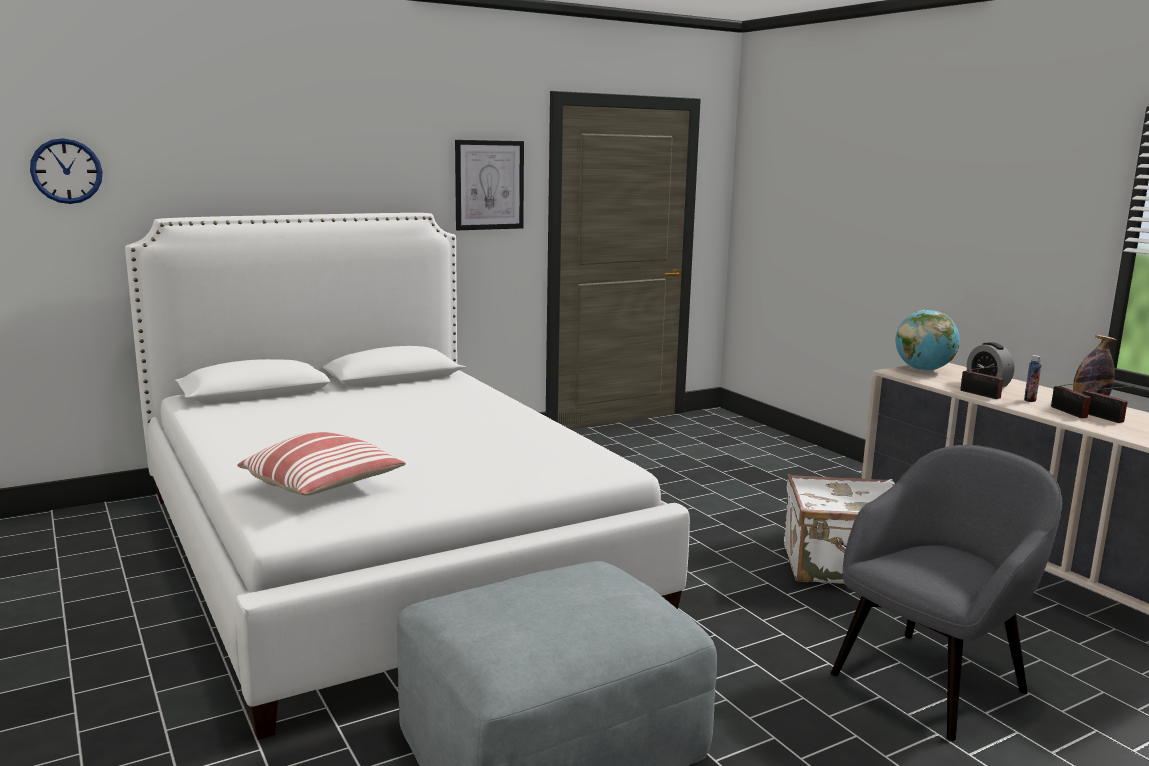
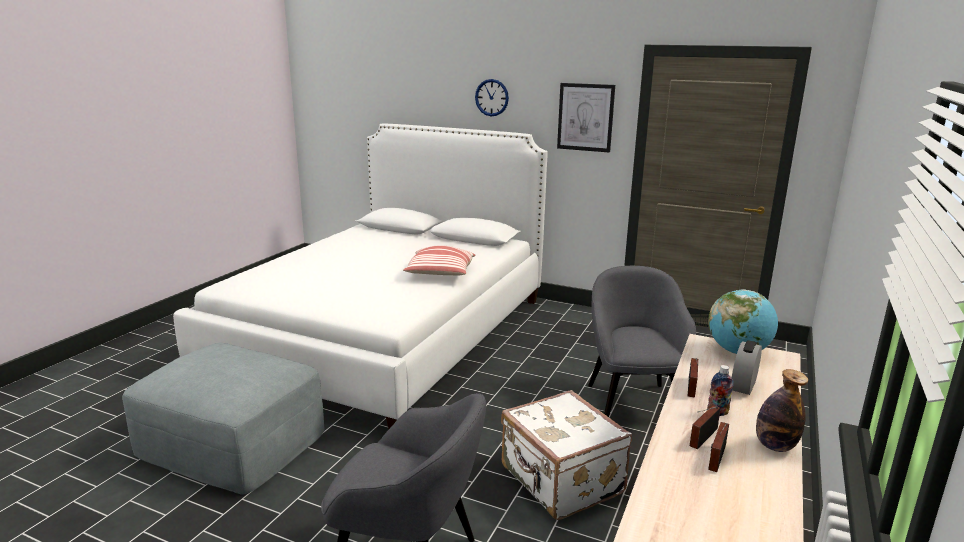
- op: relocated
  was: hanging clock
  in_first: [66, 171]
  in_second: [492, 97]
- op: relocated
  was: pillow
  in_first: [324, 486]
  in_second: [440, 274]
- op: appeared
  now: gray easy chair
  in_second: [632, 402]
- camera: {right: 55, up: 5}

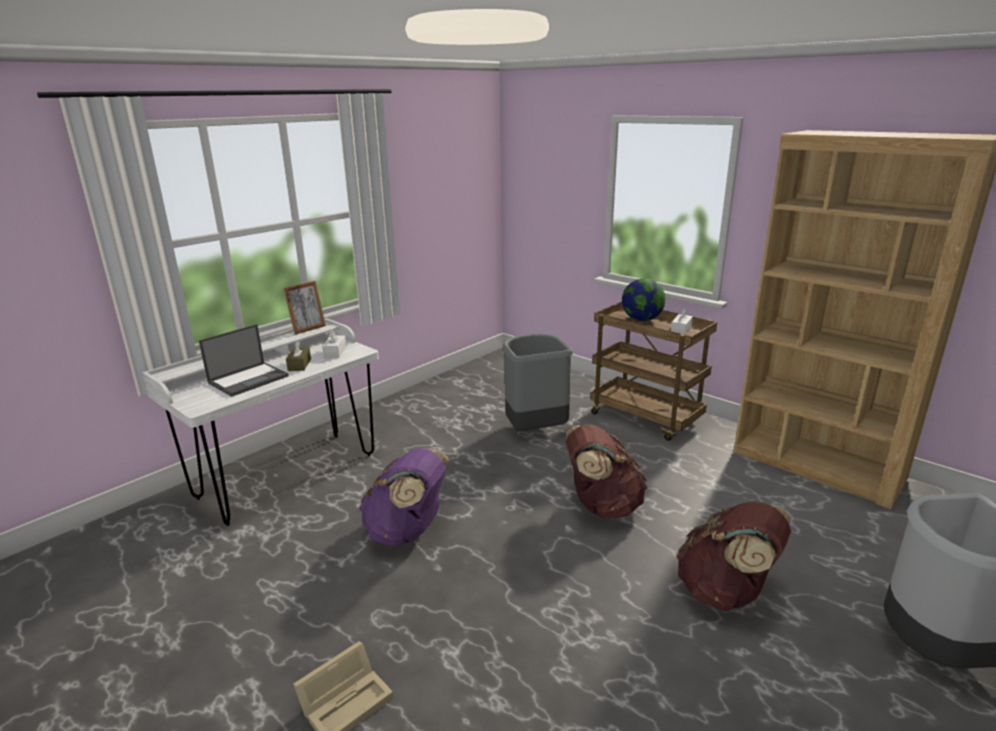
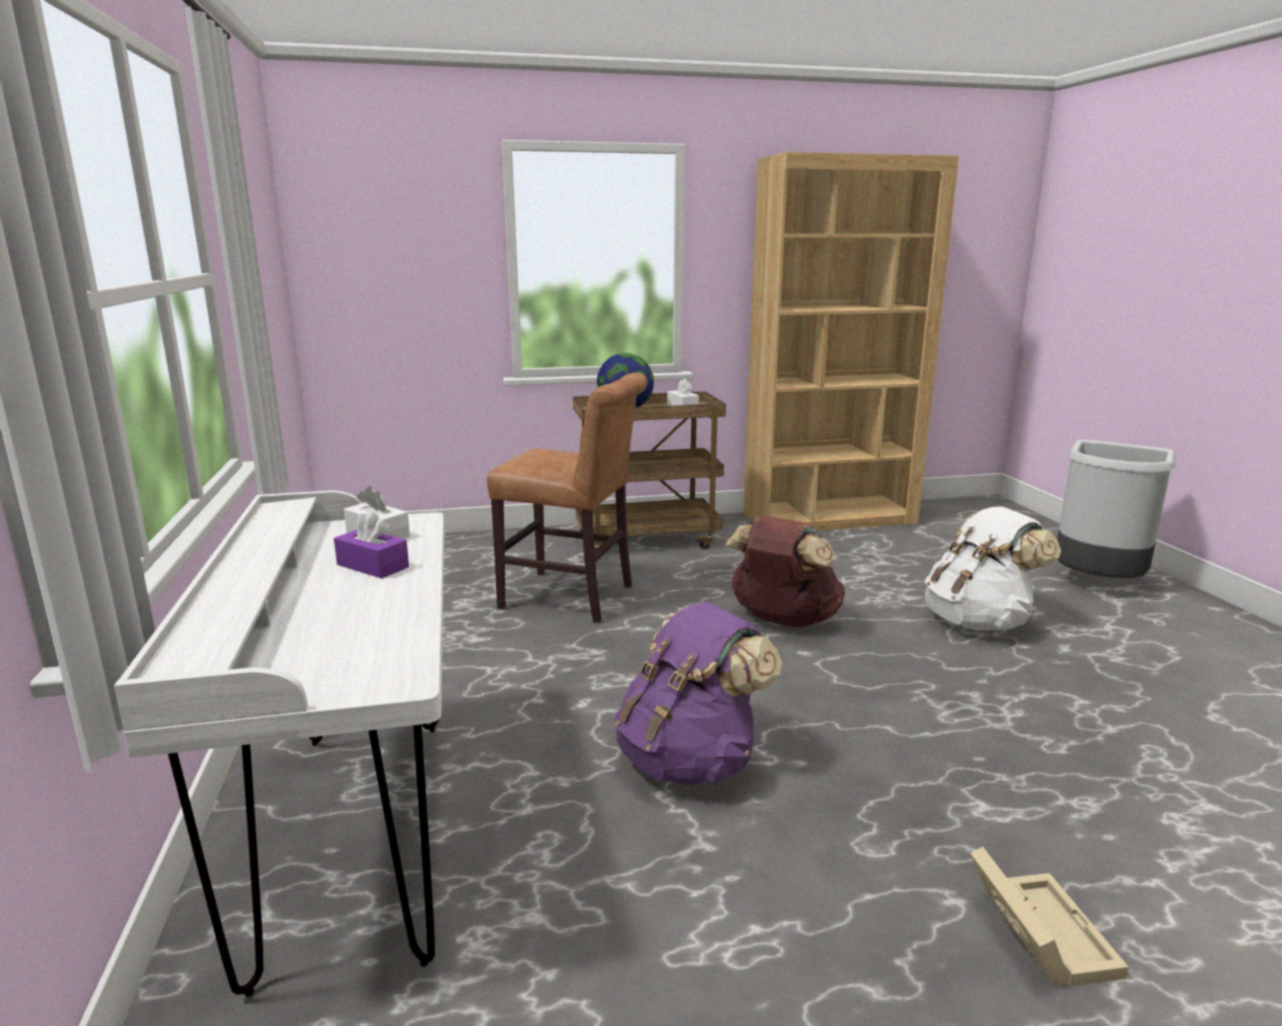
- op: missing
  was: portable computer
  in_first: [249, 379]
- op: missing
  was: photo frame
  in_first: [308, 329]
- op: colour
  was: brown-coloured tissue box
  now: purple-coloured tissue box
  in_first: [299, 365]
  in_second: [373, 566]
- op: exchanged
  was: gray waste bin
  now: brown-coloured upright chair
  in_first: [534, 430]
  in_second: [574, 598]
- op: colour
  was: brown-coloured backpack
  now: white backpack
  in_first: [726, 592]
  in_second: [978, 621]
- camera: {right: -55, up: -5}

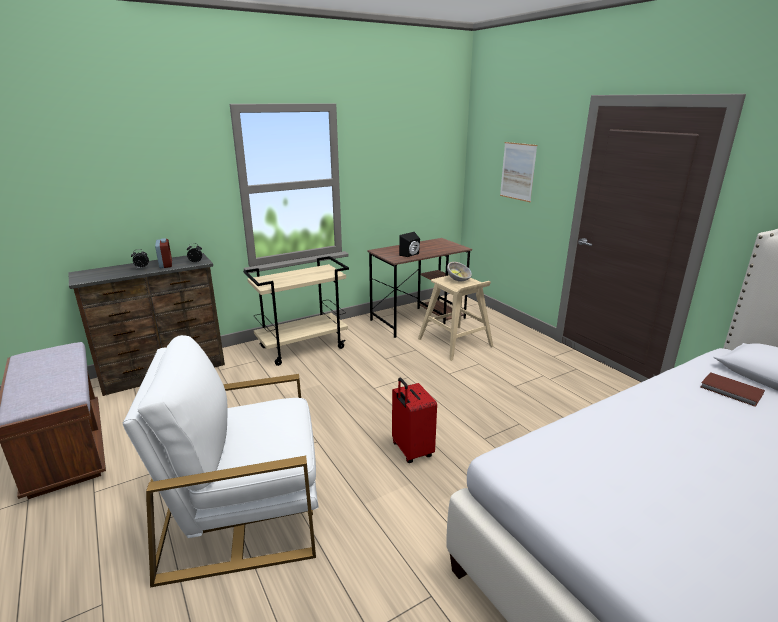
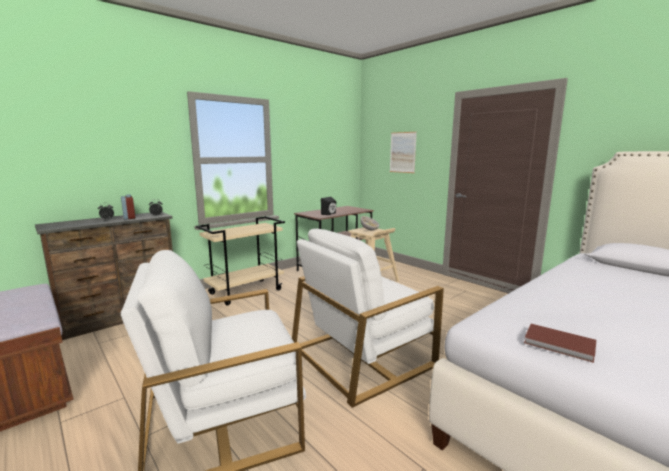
- op: exchanged
  was: red suitcase
  now: white easy chair
  in_first: [411, 451]
  in_second: [362, 355]
- op: relocated
  was: brown-coloured bound book
  in_first: [731, 391]
  in_second: [560, 345]
- camera: {right: -10, up: -10}

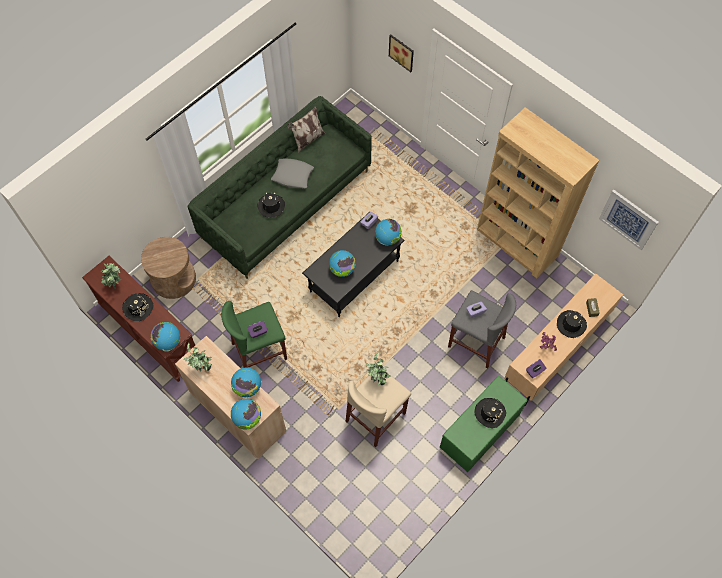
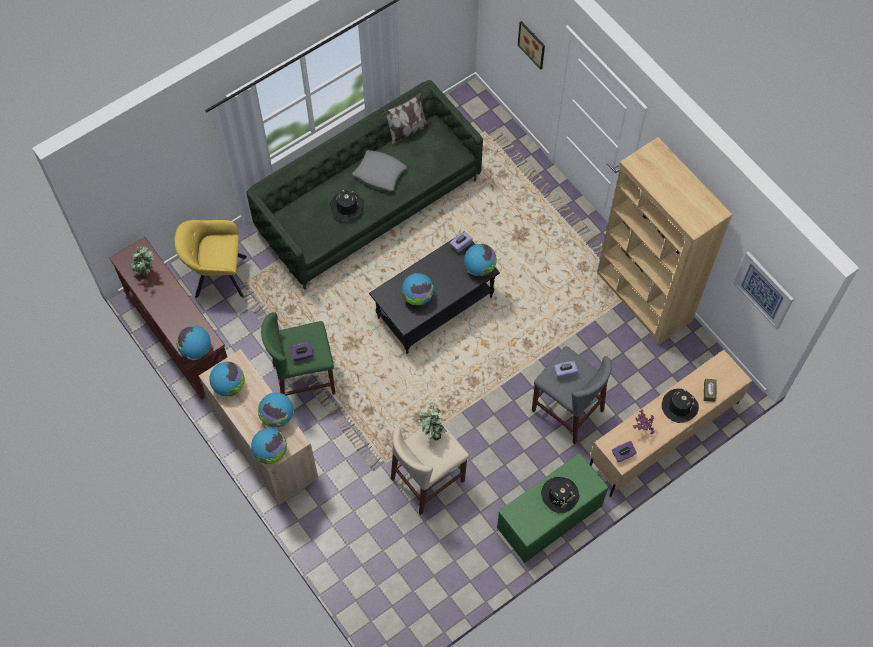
- op: missing
  was: black-coloured clothing hat
  in_first: [138, 307]
- op: exchanged
  was: brown-coloured accent table
  now: yellow easy chair
  in_first: [173, 278]
  in_second: [217, 275]
- op: exchanged
  was: plant in a pot
  now: globe
  in_first: [202, 368]
  in_second: [229, 386]
- camera: {right: 10, up: 0}

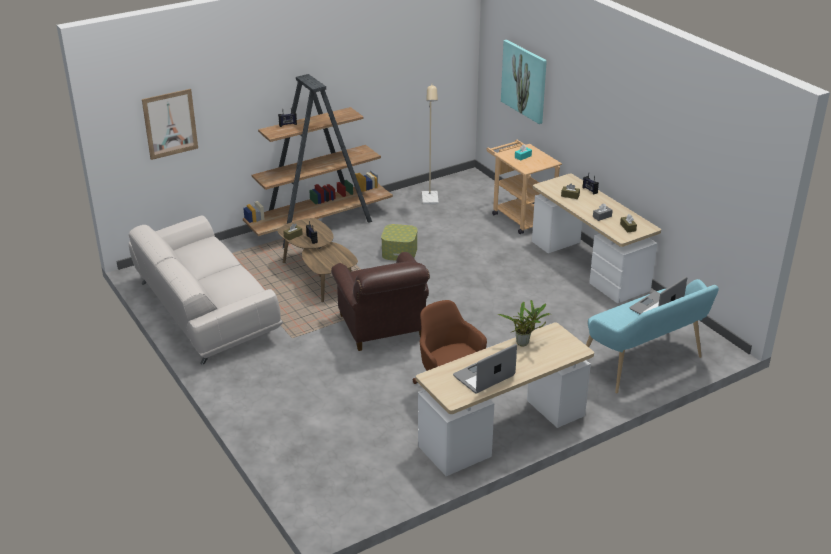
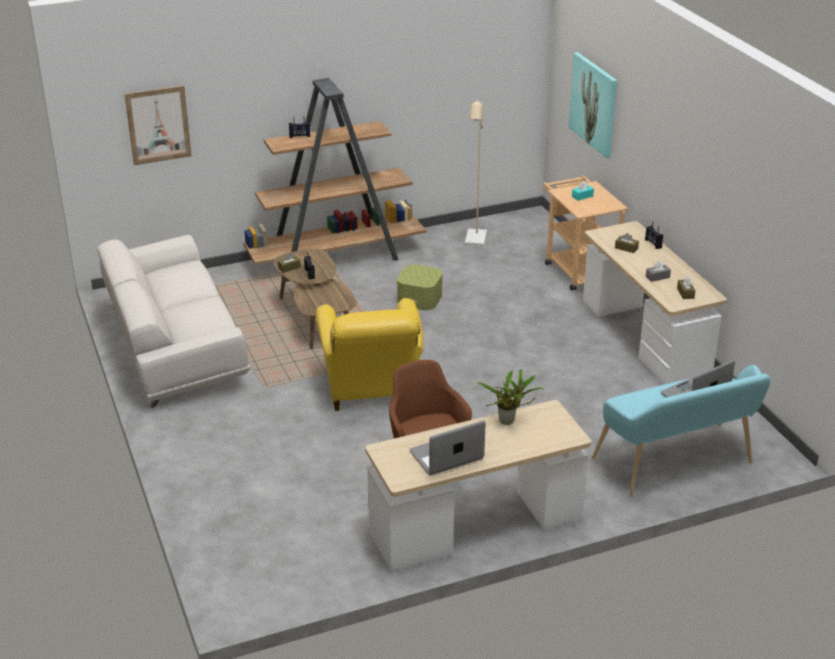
- op: colour
  was: brown-coloured easy chair
  now: yellow easy chair
  in_first: [383, 329]
  in_second: [372, 388]
- camera: {right: 10, up: 0}

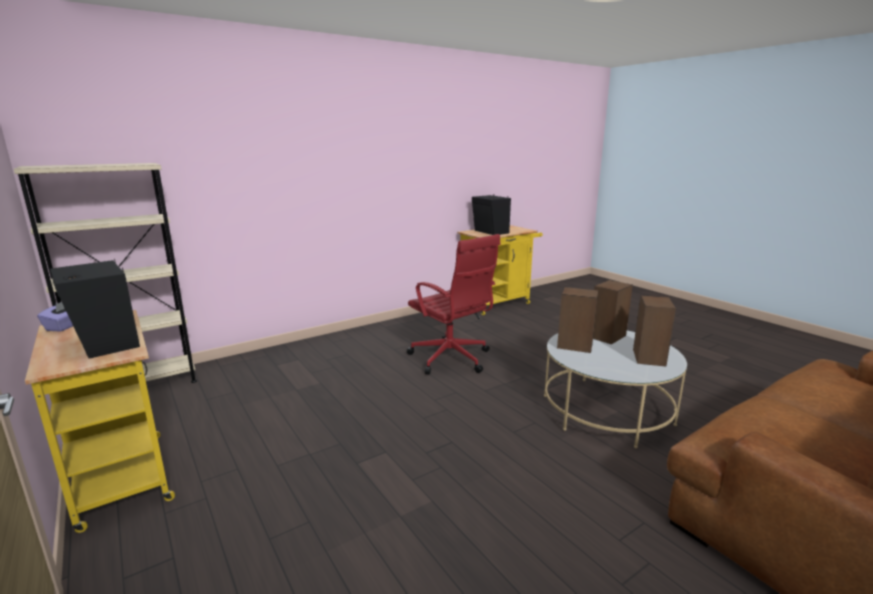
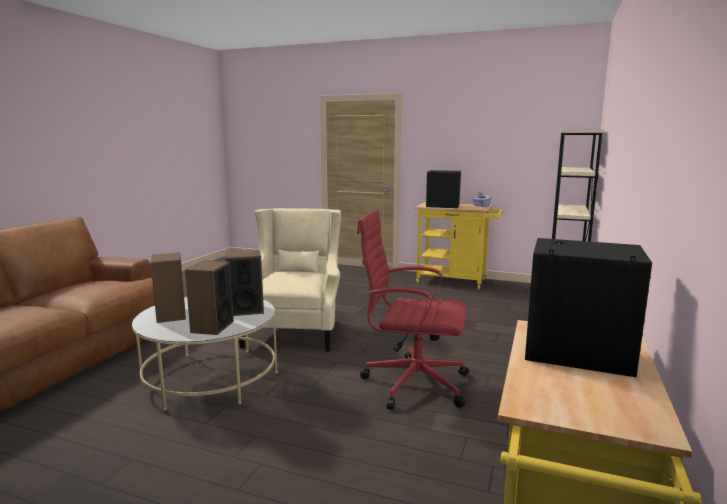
- op: appeared
  now: beige easy chair
  in_second: [296, 329]
- camera: {right: 145, up: -5}

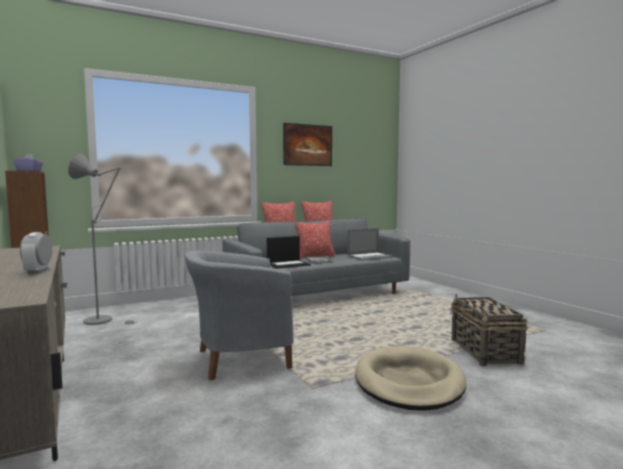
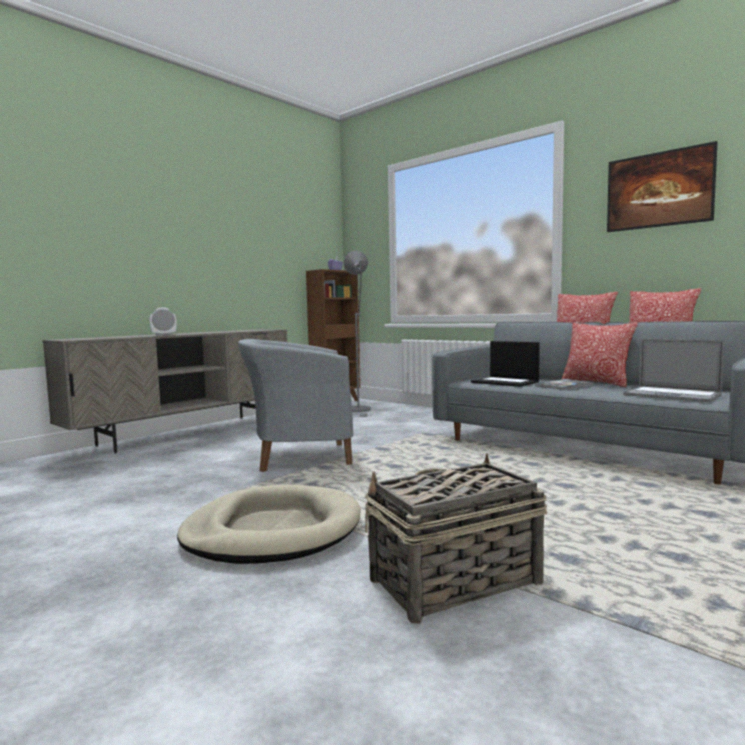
- op: spun
  was: gray easy chair
  in_first: [238, 359]
  in_second: [299, 457]
  clockwise: -60
- camera: {right: 70, up: 0}

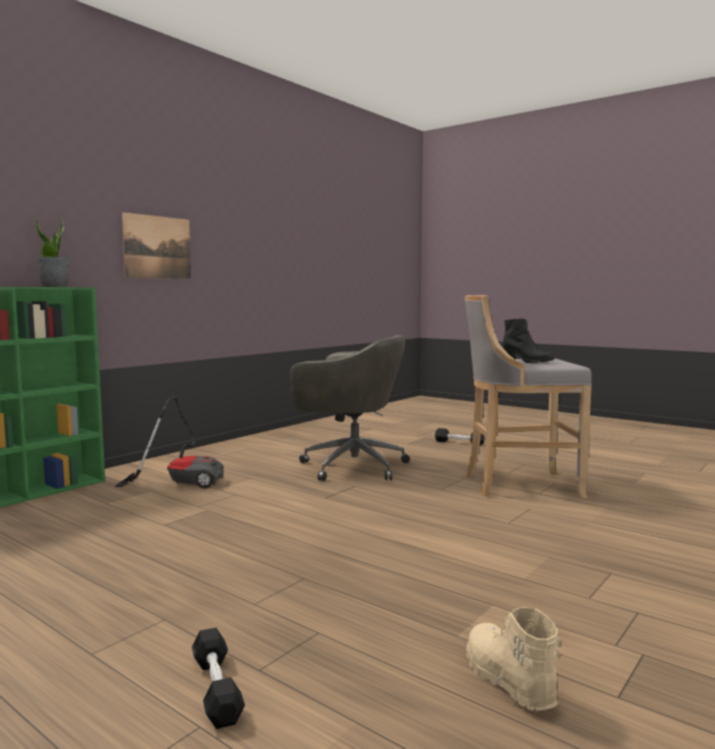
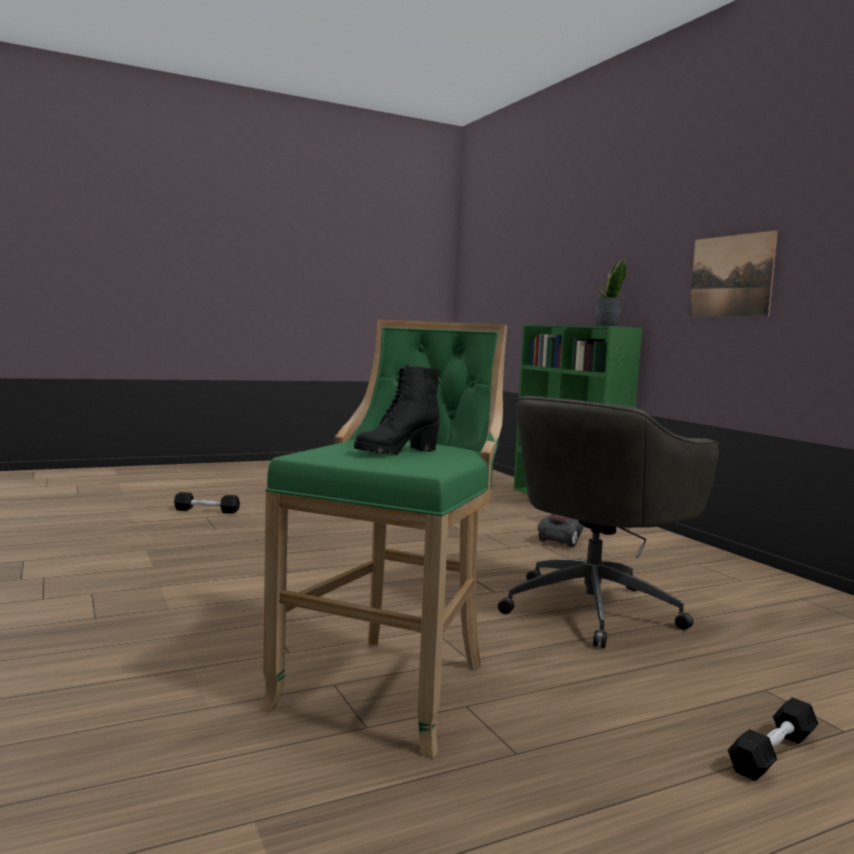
- op: colour
  was: gray sitting stool
  now: green sitting stool
  in_first: [517, 485]
  in_second: [391, 685]
- op: missing
  was: beige boot
  in_first: [507, 680]
- camera: {right: 115, up: 0}

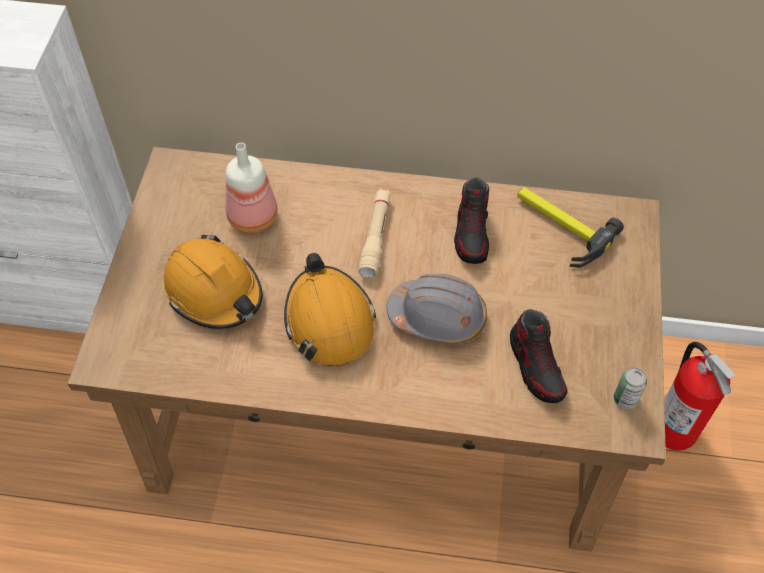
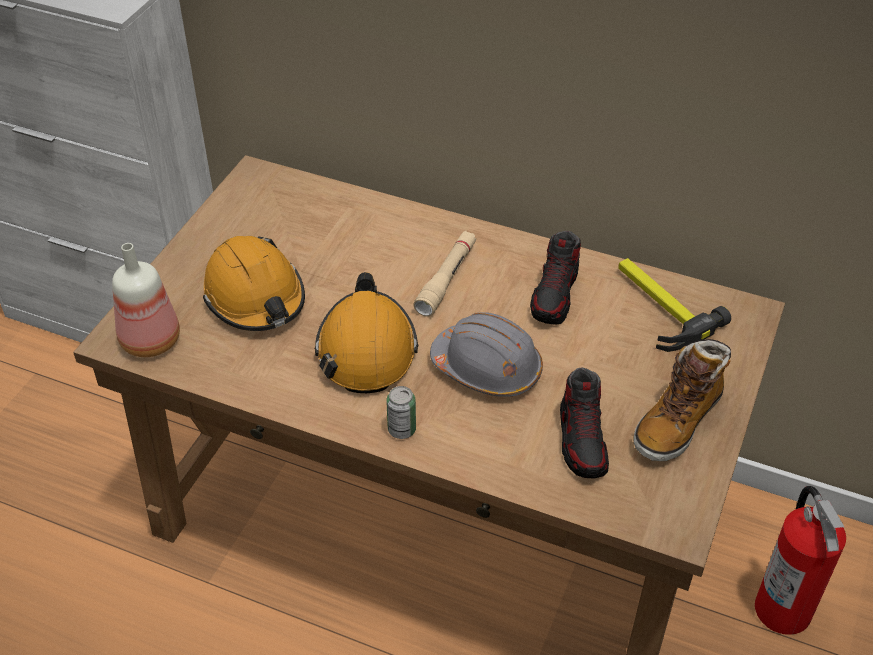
- op: relocated
  was: drink bottle
  in_first: [254, 218]
  in_second: [151, 342]
- op: relocated
  was: metal can
  in_first: [625, 399]
  in_second: [402, 430]
- op: appeared
  now: boot
  in_second: [677, 422]
- camera: {right: 15, up: -10}

